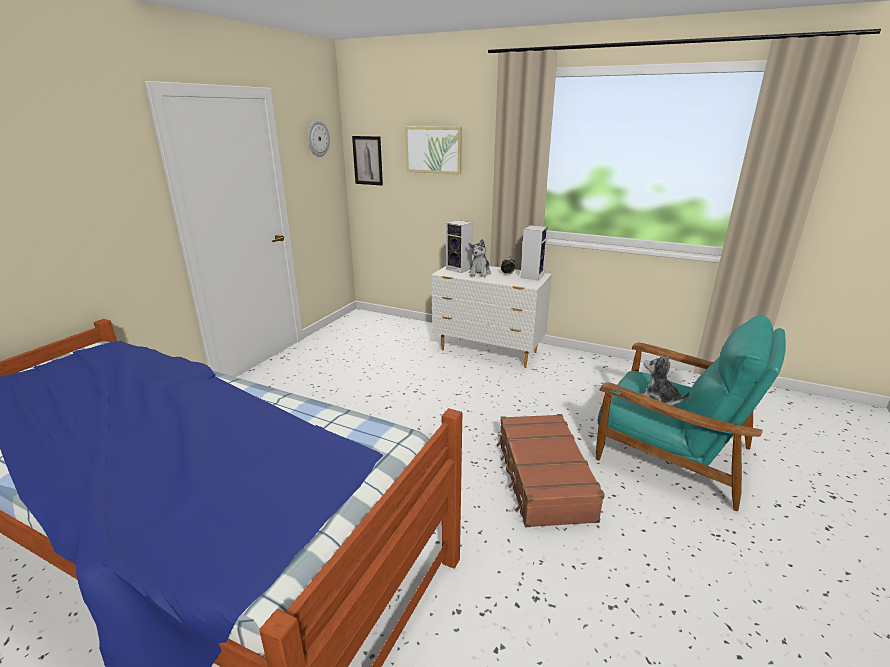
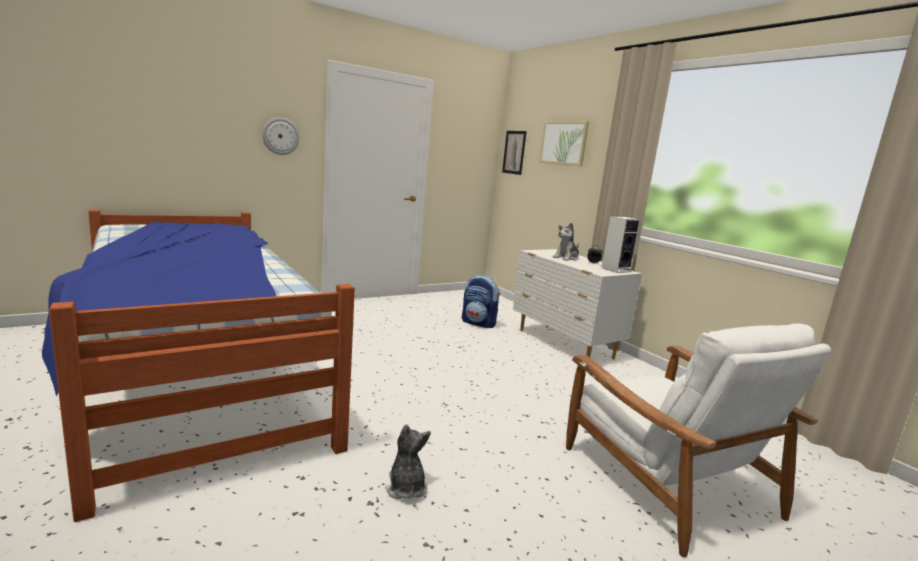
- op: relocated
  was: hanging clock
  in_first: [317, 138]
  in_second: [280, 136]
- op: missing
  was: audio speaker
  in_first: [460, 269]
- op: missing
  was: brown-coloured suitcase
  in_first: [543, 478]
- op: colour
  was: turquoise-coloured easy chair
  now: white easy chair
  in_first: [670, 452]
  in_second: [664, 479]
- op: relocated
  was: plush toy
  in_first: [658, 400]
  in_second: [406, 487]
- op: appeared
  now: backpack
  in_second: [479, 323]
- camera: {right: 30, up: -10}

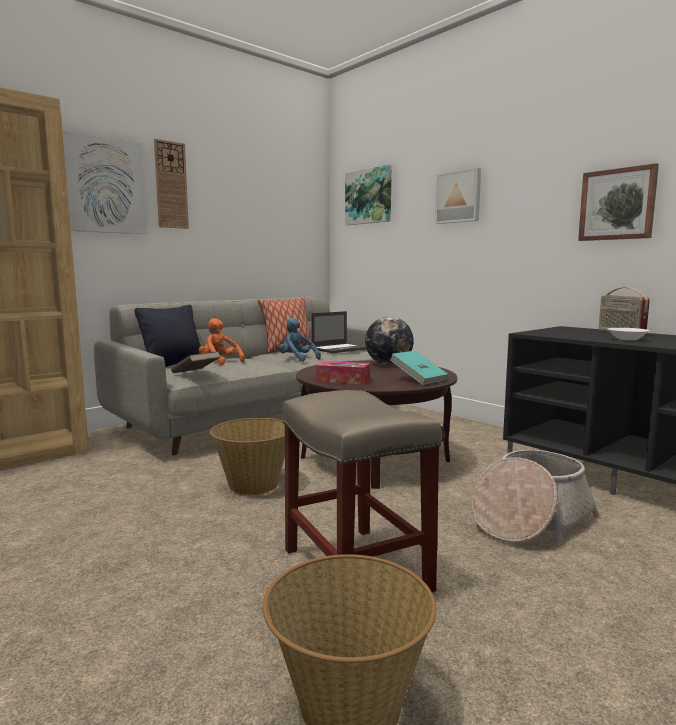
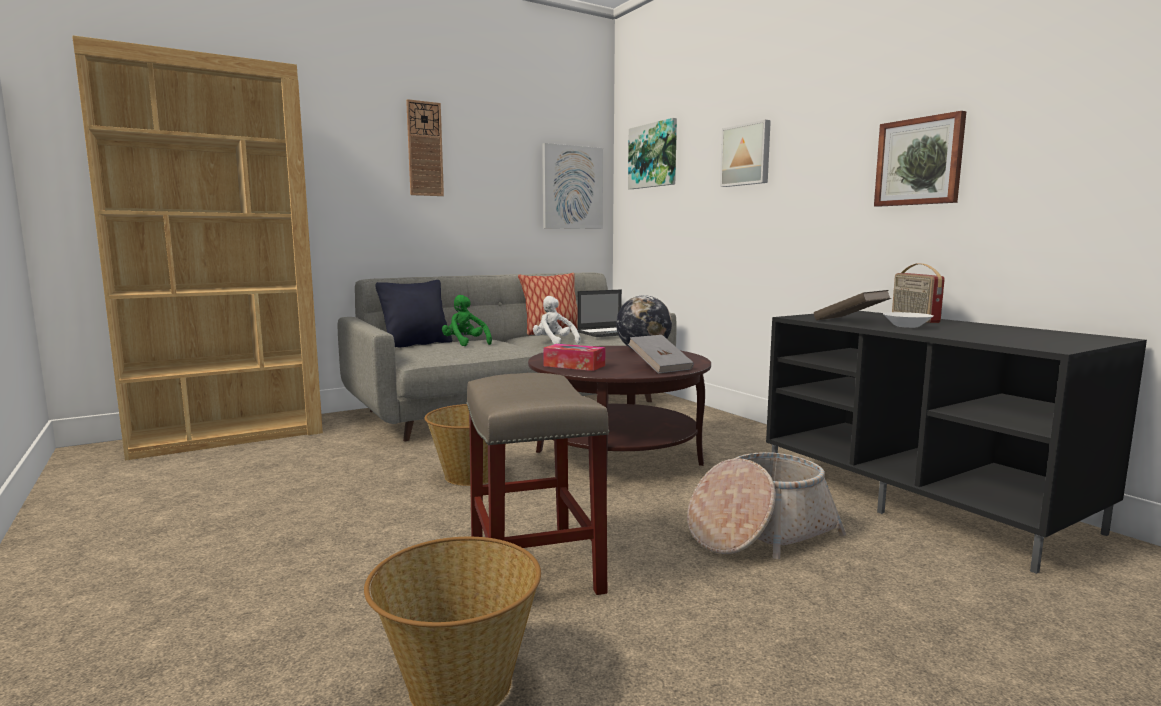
- op: relocated
  was: wall picture
  in_first: [105, 186]
  in_second: [572, 187]
- op: relocated
  was: brown-coloured bound book
  in_first: [196, 373]
  in_second: [850, 321]
- op: colour
  was: orangey plush toy
  now: green plush toy
  in_first: [219, 362]
  in_second: [465, 343]
- op: colour
  was: bluish plush toy
  now: white plush toy
  in_first: [297, 359]
  in_second: [554, 343]
- op: colour
  was: turquoise-coloured bound book
  now: gray bound book
  in_first: [418, 379]
  in_second: [660, 367]
- camera: {right: 10, up: 0}

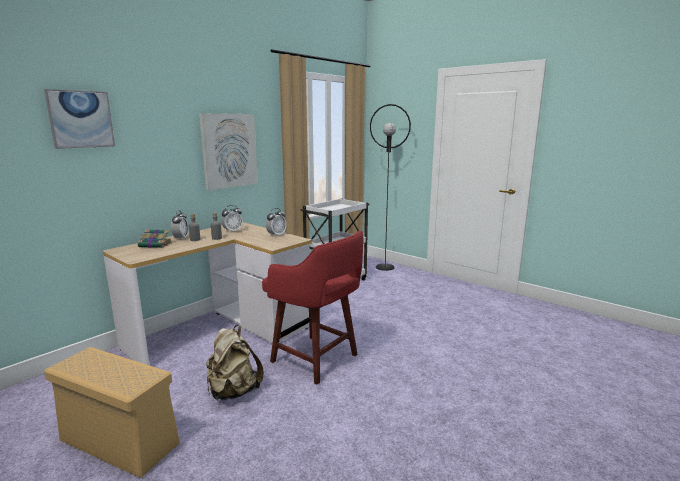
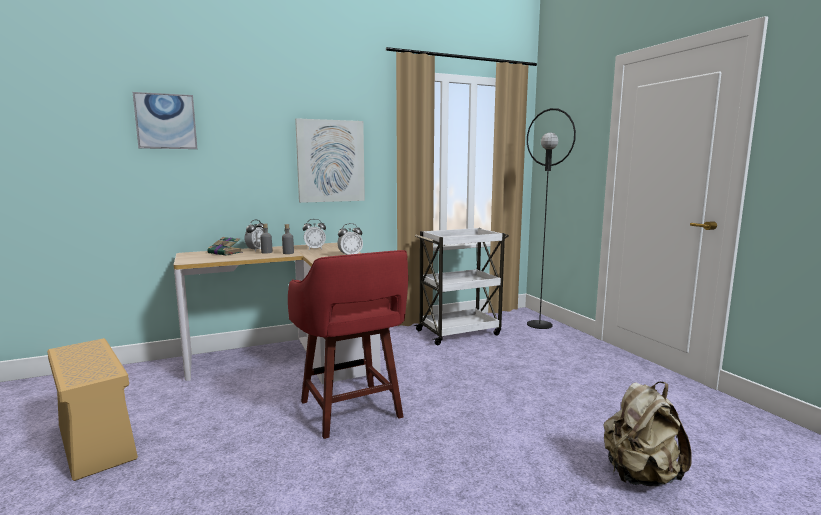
- op: relocated
  was: beige backpack
  in_first: [233, 391]
  in_second: [640, 476]
- camera: {right: 25, up: -5}

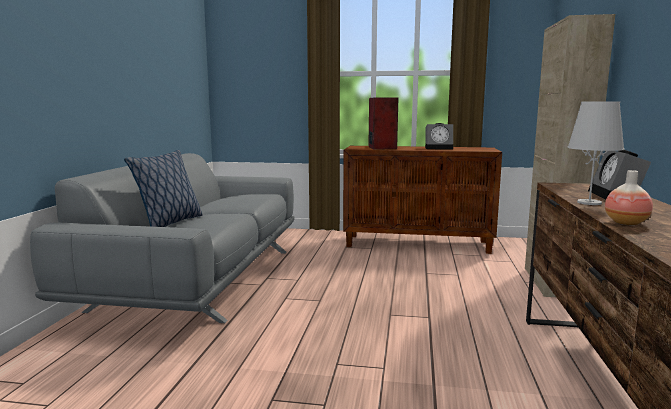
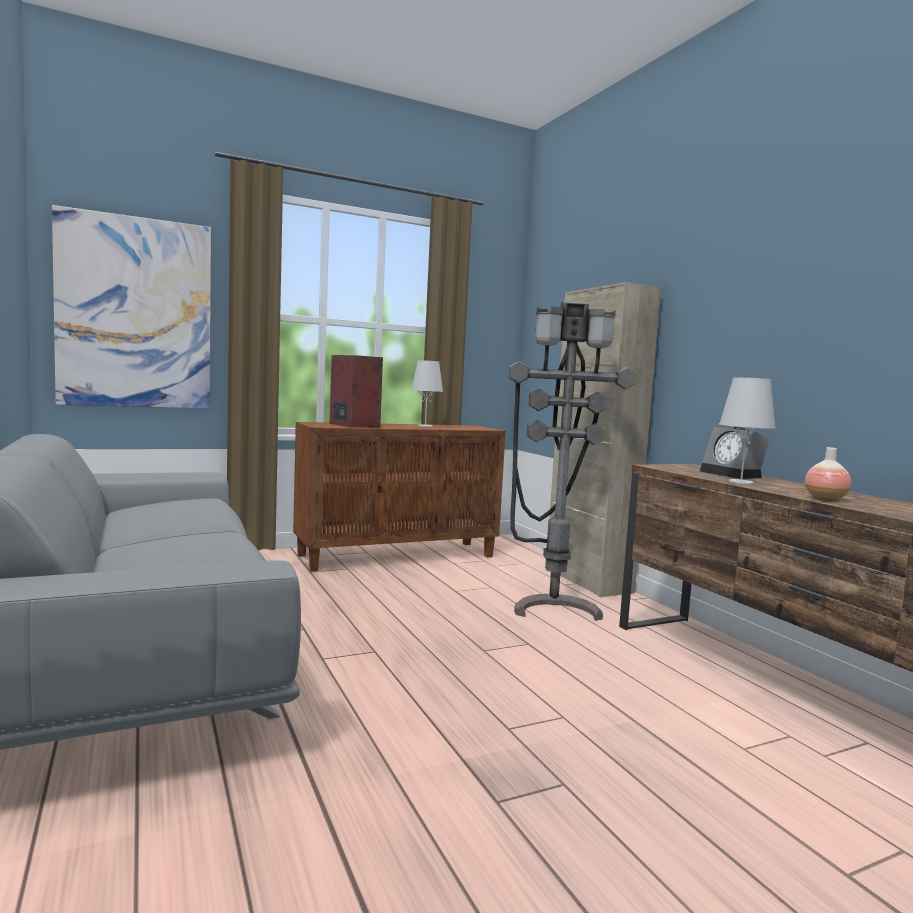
- op: missing
  was: pillow
  in_first: [169, 223]
- op: exchanged
  was: bedside clock
  now: white table lamp
  in_first: [439, 148]
  in_second: [425, 426]
- op: appeared
  now: wall picture
  in_second: [135, 313]
- op: appeared
  now: gray standing lamp
  in_second: [554, 605]
- camera: {right: -35, up: -5}

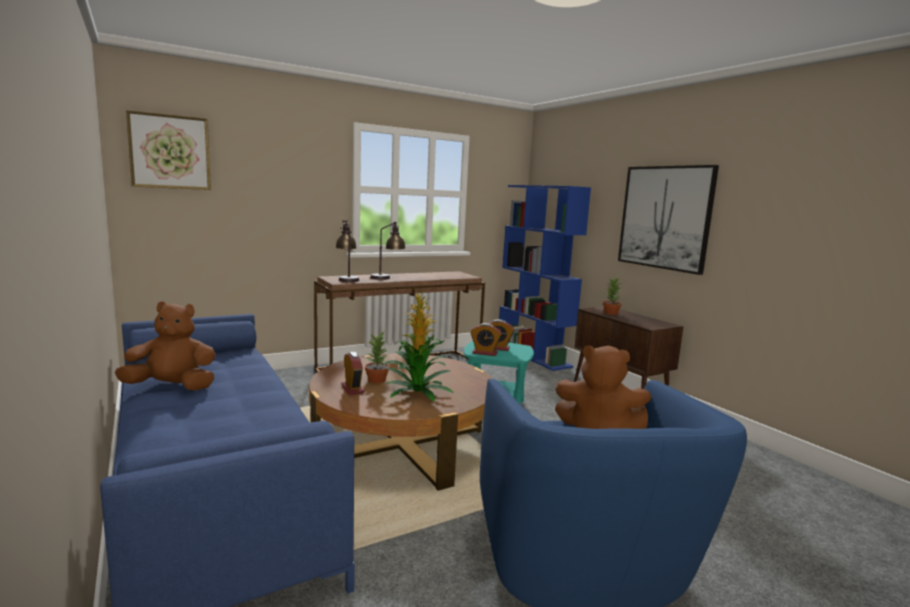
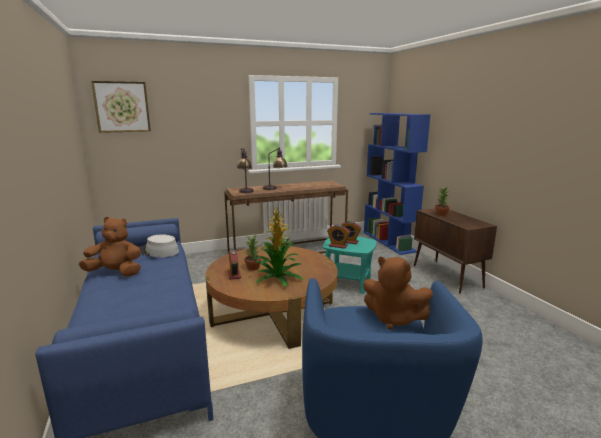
- op: missing
  was: wall picture
  in_first: [665, 217]
- op: appeared
  now: gray clothing hat
  in_second: [159, 251]
- camera: {right: 10, up: 5}

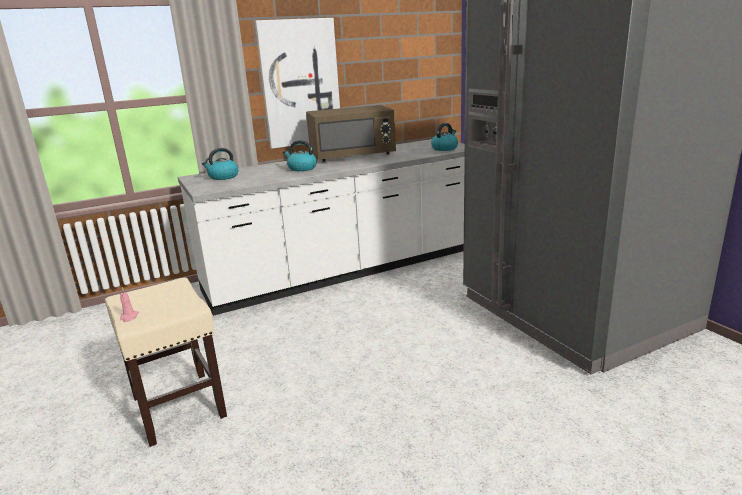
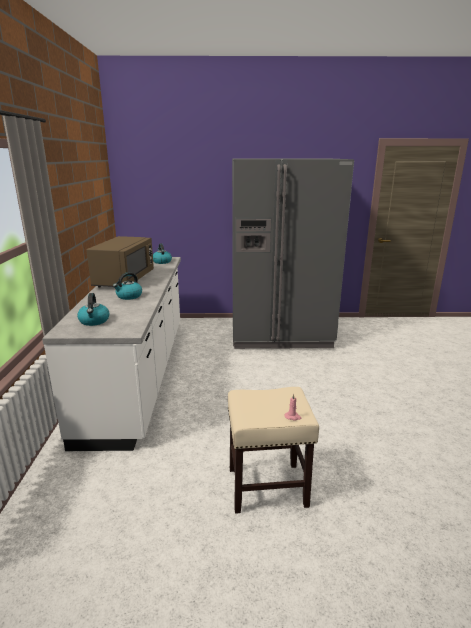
- op: missing
  was: wall picture
  in_first: [300, 83]
- camera: {right: -65, up: 0}

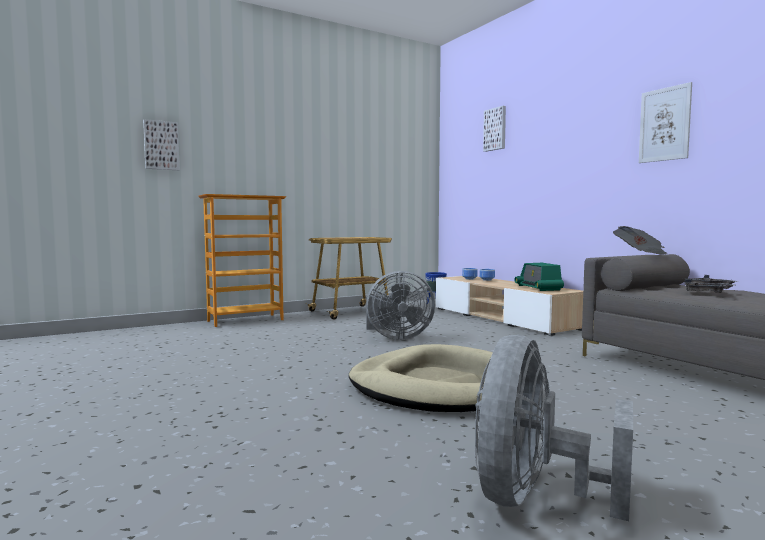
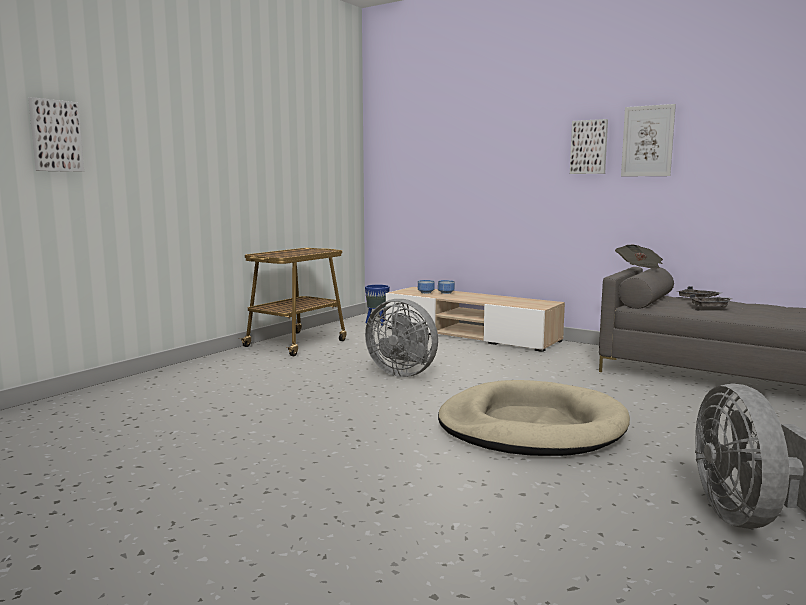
- op: missing
  was: shelving unit
  in_first: [245, 320]
- op: spun
  was: gray electric fan
  in_first: [396, 337]
  in_second: [403, 373]
  clockwise: 60
- op: relocated
  was: wall picture
  in_first: [495, 129]
  in_second: [589, 147]
- op: missing
  was: radio set
  in_first: [538, 288]
- camera: {right: -25, up: 5}

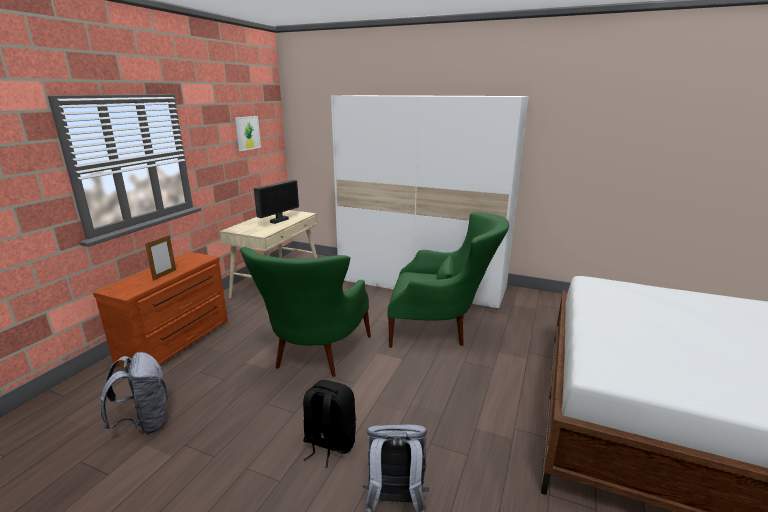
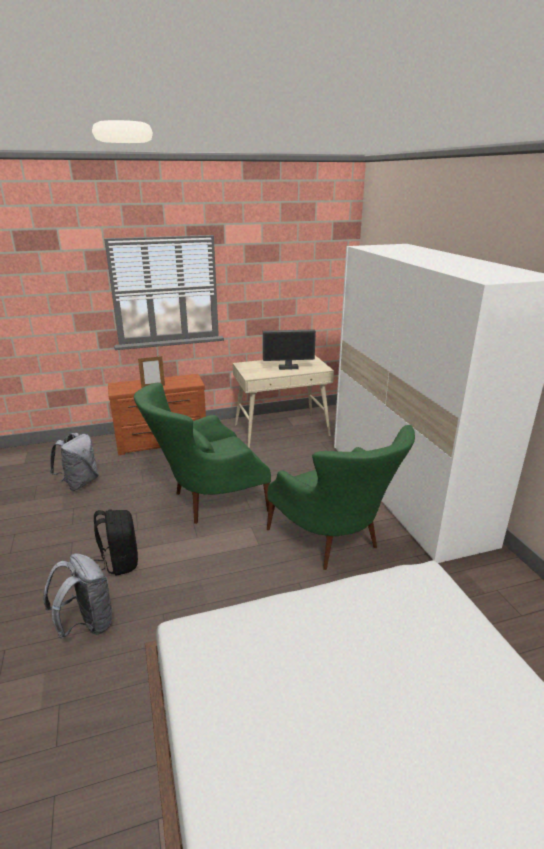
- op: missing
  was: wall picture
  in_first: [247, 133]
- camera: {right: 50, up: 5}

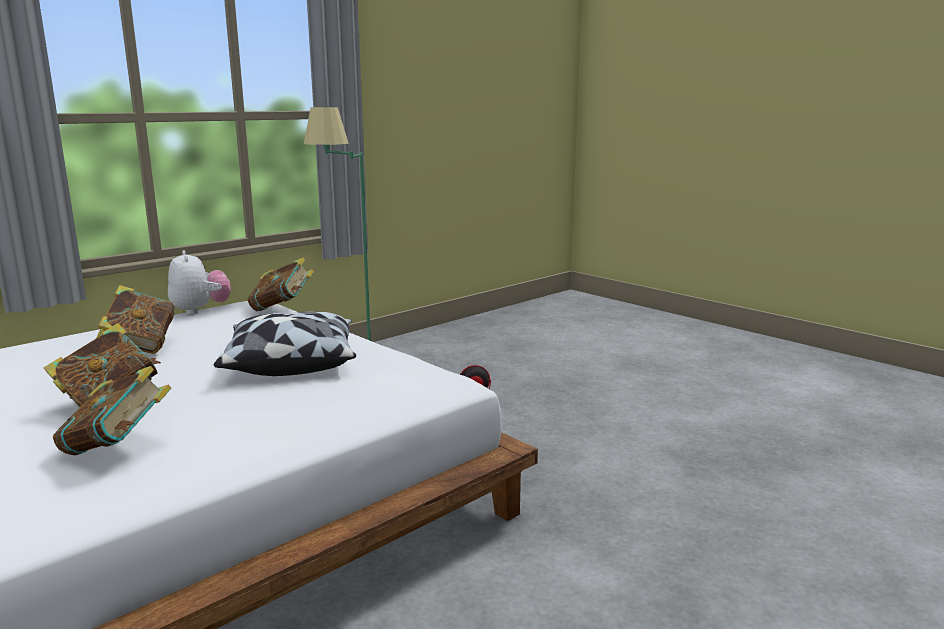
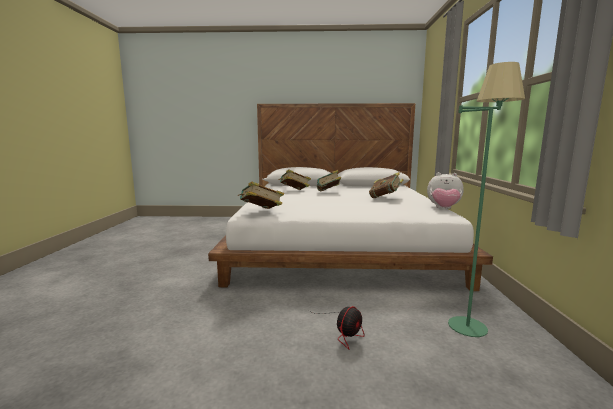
- op: missing
  was: pillow
  in_first: [291, 363]
- op: relocated
  was: bound book
  in_first: [282, 308]
  in_second: [261, 211]
- camera: {right: 135, up: -5}

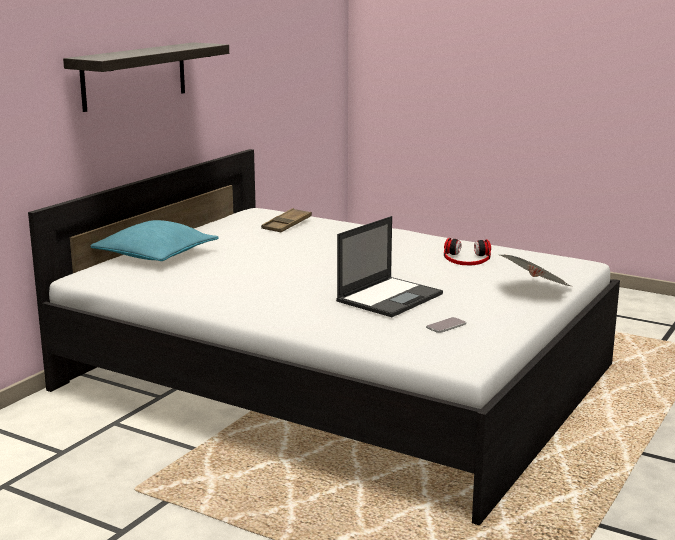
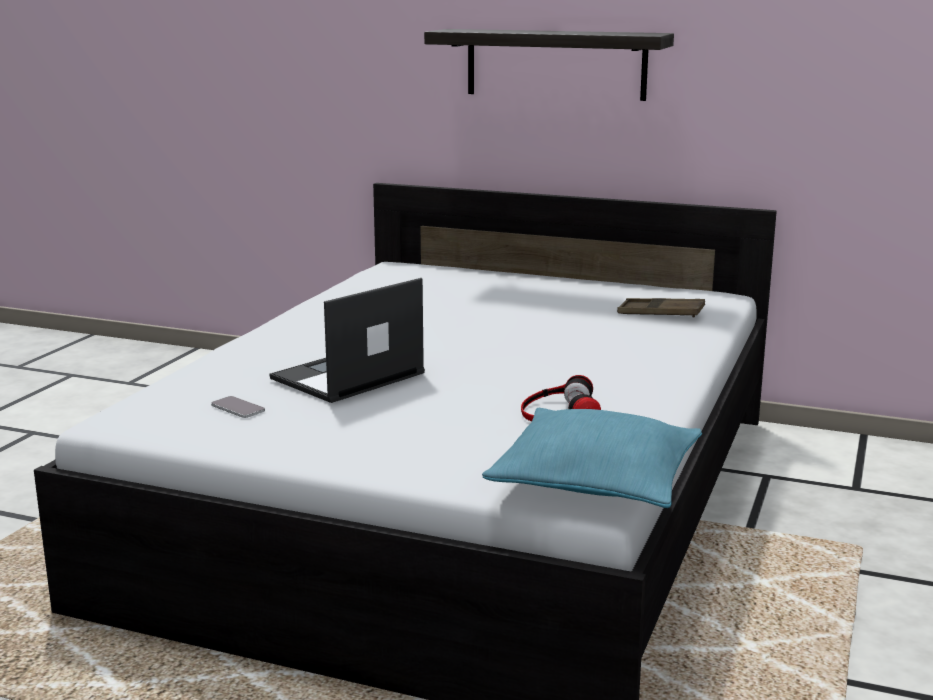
- op: relocated
  was: turquoise-coloured pillow
  in_first: [154, 255]
  in_second: [596, 480]
- op: spun
  was: portable computer
  in_first: [390, 297]
  in_second: [346, 376]
  clockwise: 105
- op: missing
  was: printed paper
  in_first: [536, 290]
- camera: {right: 80, up: 0}

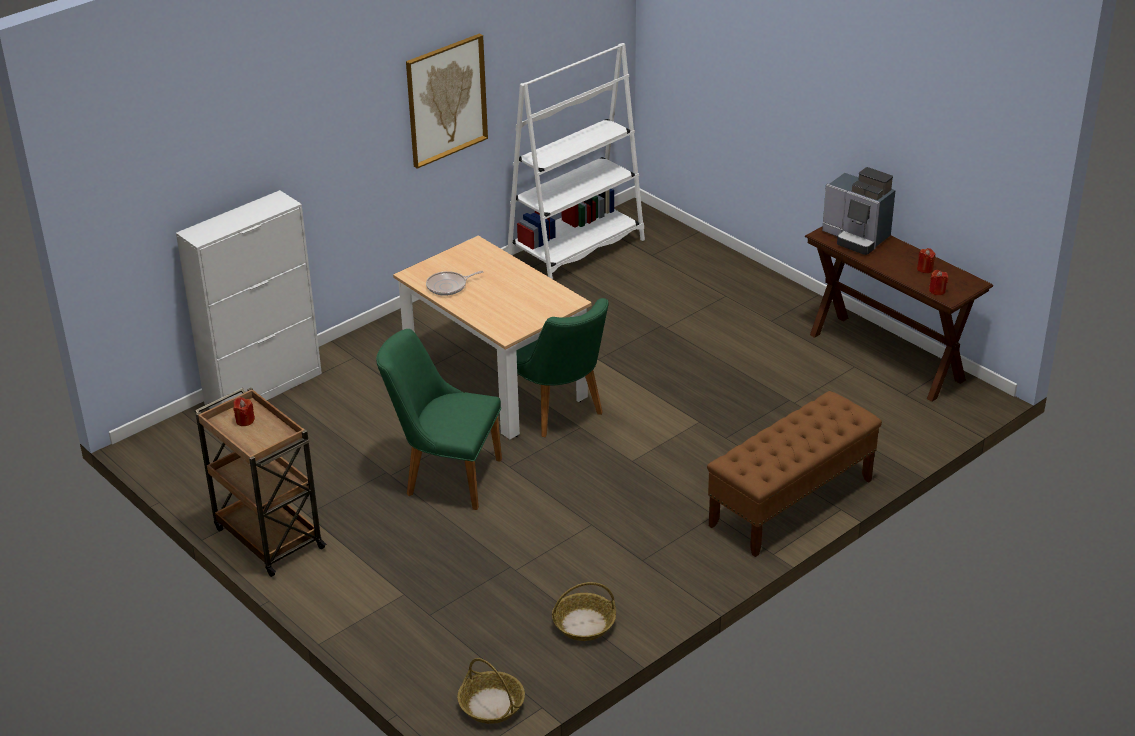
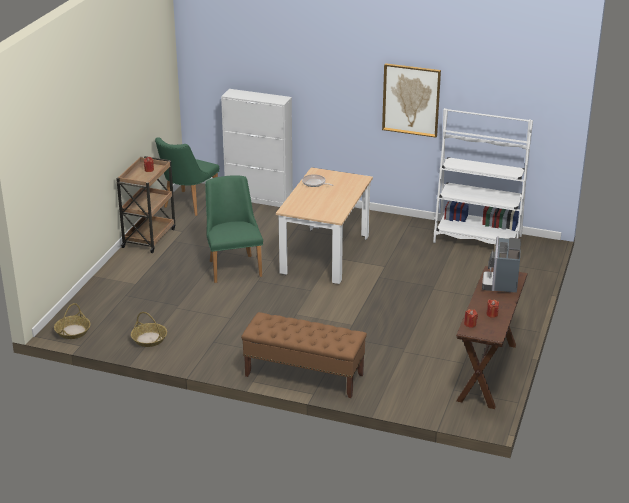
- op: relocated
  was: green upright chair
  in_first: [559, 412]
  in_second: [187, 205]
- camera: {right: 60, up: -5}

